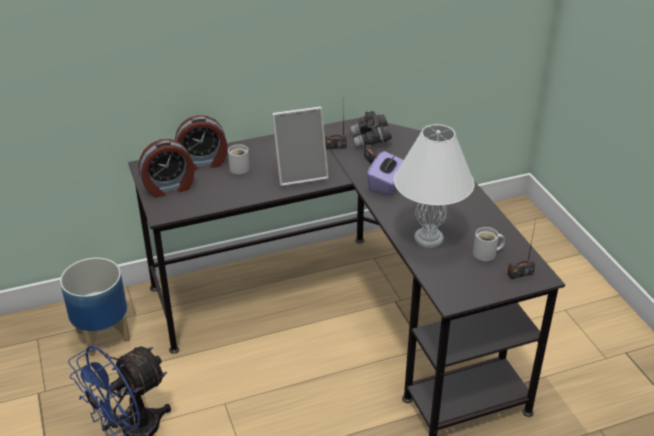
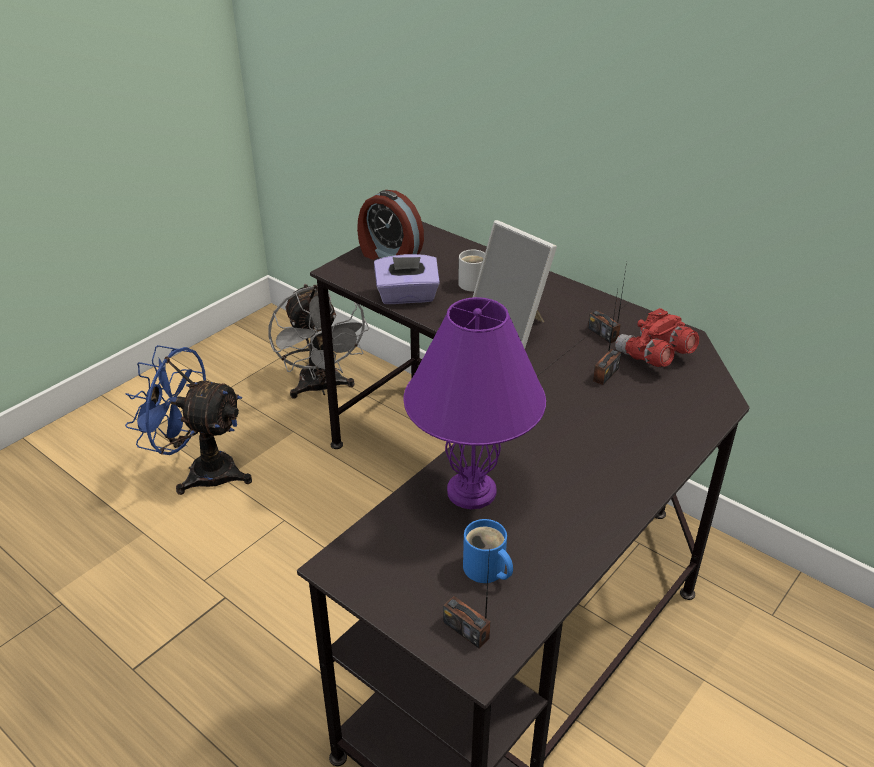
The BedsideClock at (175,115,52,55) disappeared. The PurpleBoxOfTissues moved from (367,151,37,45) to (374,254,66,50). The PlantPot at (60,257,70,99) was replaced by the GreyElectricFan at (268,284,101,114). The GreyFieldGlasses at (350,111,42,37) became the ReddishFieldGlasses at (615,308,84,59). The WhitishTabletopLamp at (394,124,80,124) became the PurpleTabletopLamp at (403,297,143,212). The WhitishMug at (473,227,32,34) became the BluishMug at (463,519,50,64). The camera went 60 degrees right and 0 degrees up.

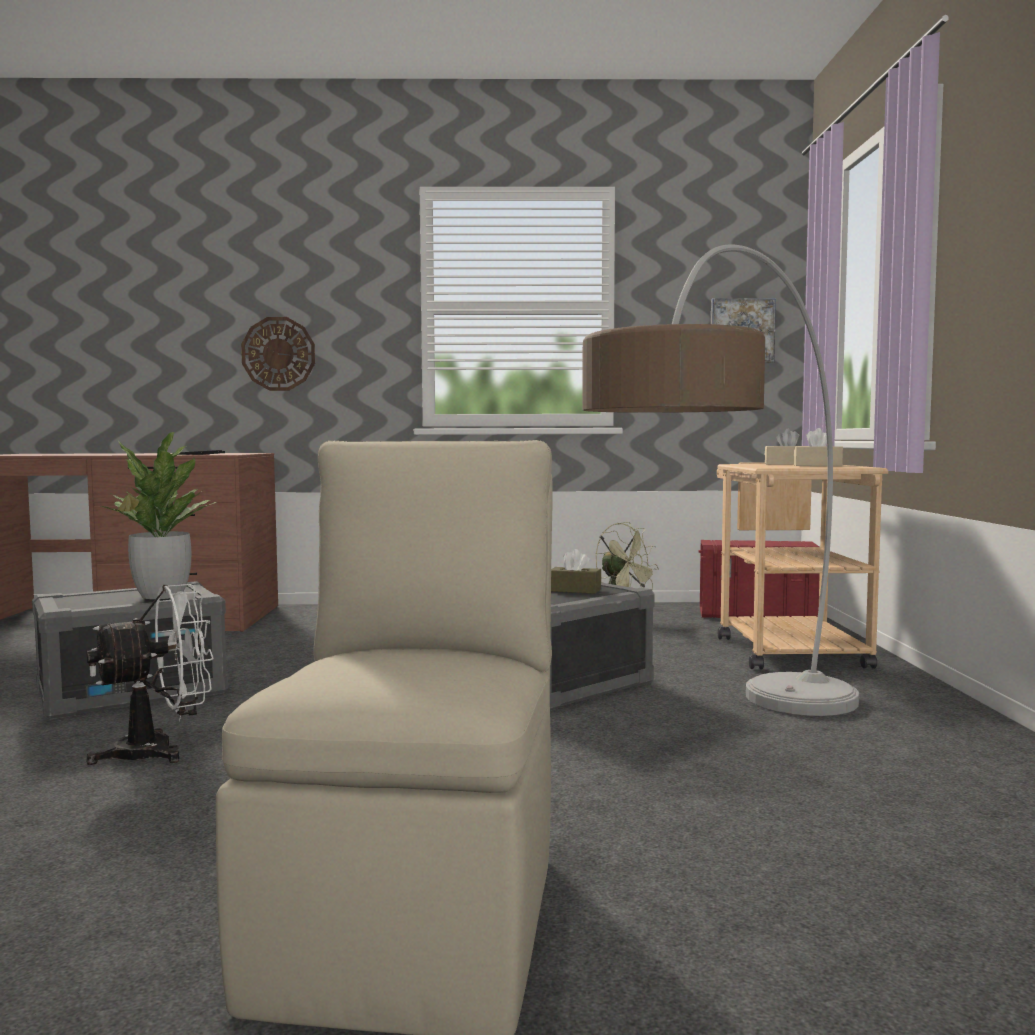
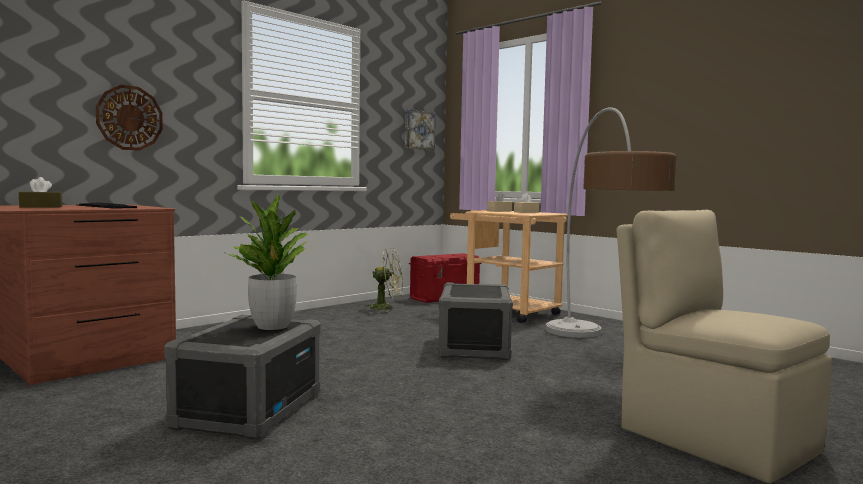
The WhitishElectricFan at (86,584,128,181) disappeared. The BrownColouredBoxOfTissues moved from (551,549,50,45) to (19,177,43,31). The camera went 45 degrees left and 0 degrees up.

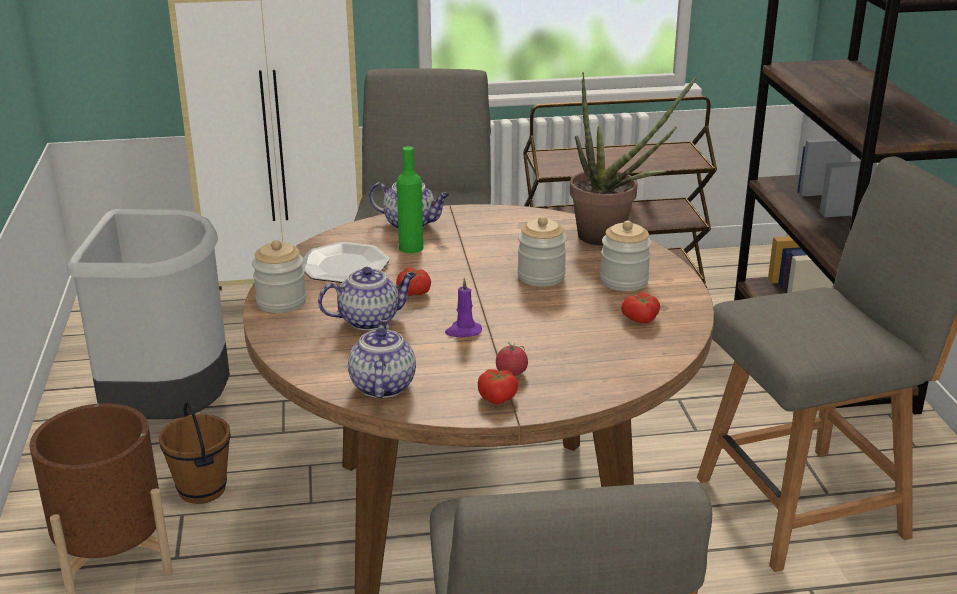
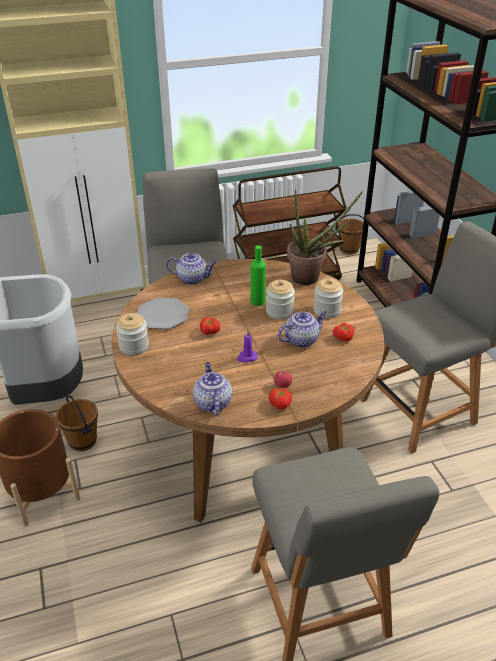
The BrownColouredWaterBucket at (335,214,29,41) appeared. The Teapot moved from (318,267,98,63) to (277,311,50,37). The GreenColouredDrinkBottle moved from (397,146,26,107) to (251,245,15,61). The camera went 10 degrees left and 10 degrees up.

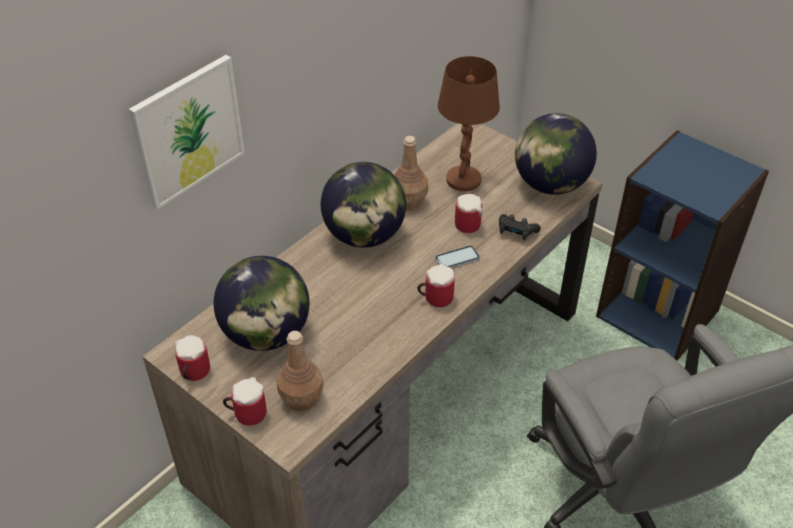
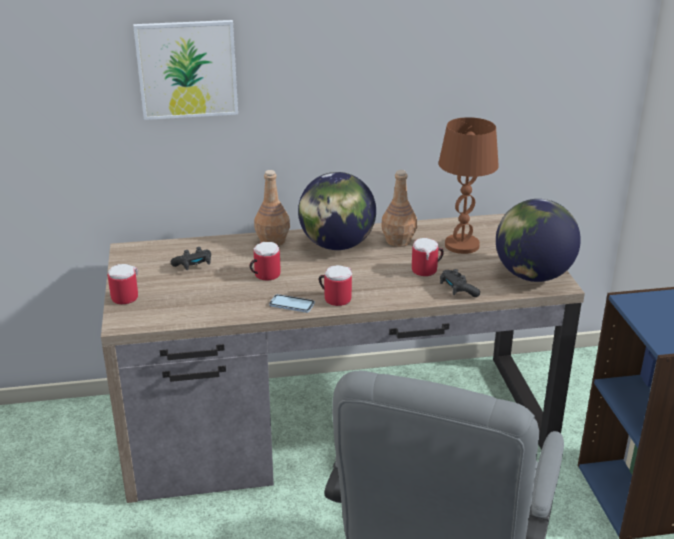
The Mug moved from (175,335,35,46) to (249,242,31,38). The BrownColouredDrinkBottle moved from (277,331,47,80) to (254,170,36,76). The Telephone moved from (435,245,45,23) to (269,294,46,19). The WorldGlobe at (214,256,96,95) was replaced by the BlackJoypad at (171,247,40,23). The camera went 40 degrees right and 15 degrees down.

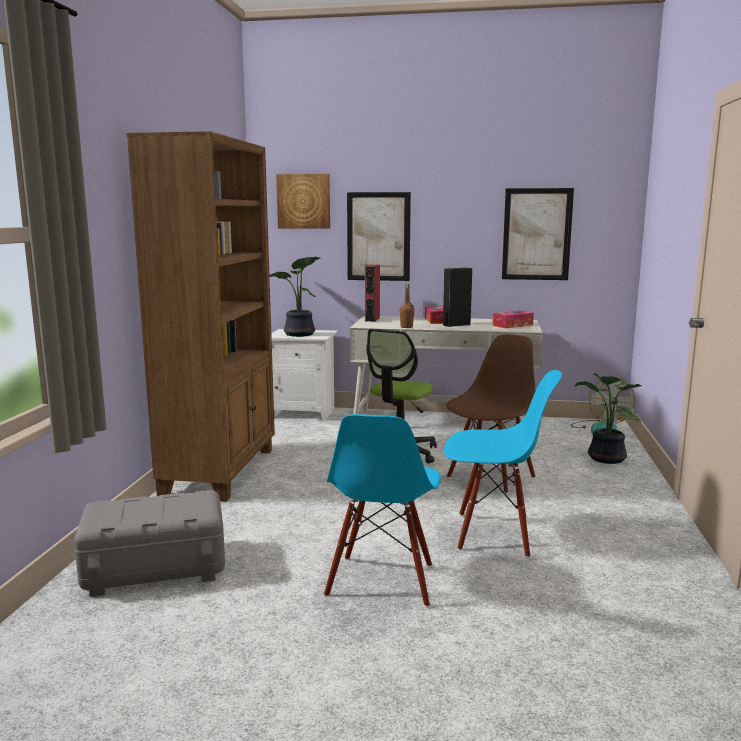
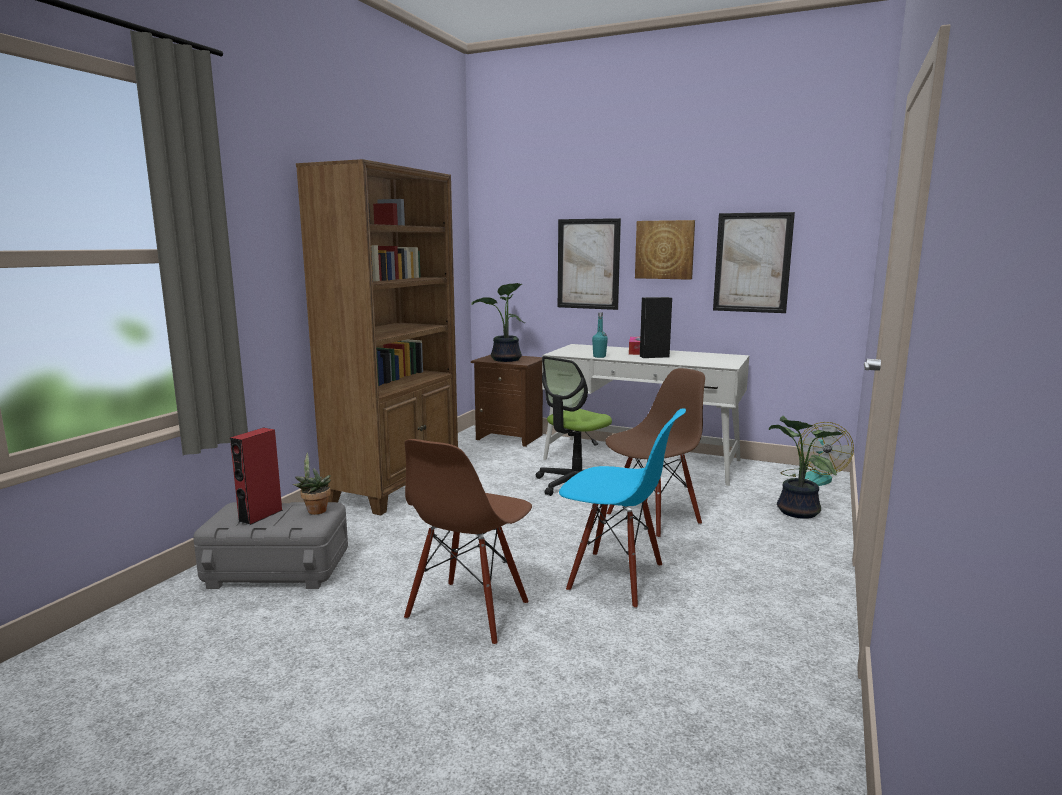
The BoxOfTissues at (492,311,42,17) disappeared. The PottedPlant at (293,452,38,63) appeared. The WallArt moved from (276,174,54,55) to (635,220,60,60). The ReddishSpeaker moved from (365,265,15,57) to (230,428,53,97). The WhitishNightstand at (271,329,67,92) became the BrownColouredNightstand at (471,355,72,92). The BluishChair at (324,414,117,194) became the BrownColouredChair at (404,439,128,206). The BrownColouredDrinkBottle at (400,284,14,44) became the BlueGreenDrinkBottle at (592,312,16,46). The camera went 15 degrees right and 0 degrees up.

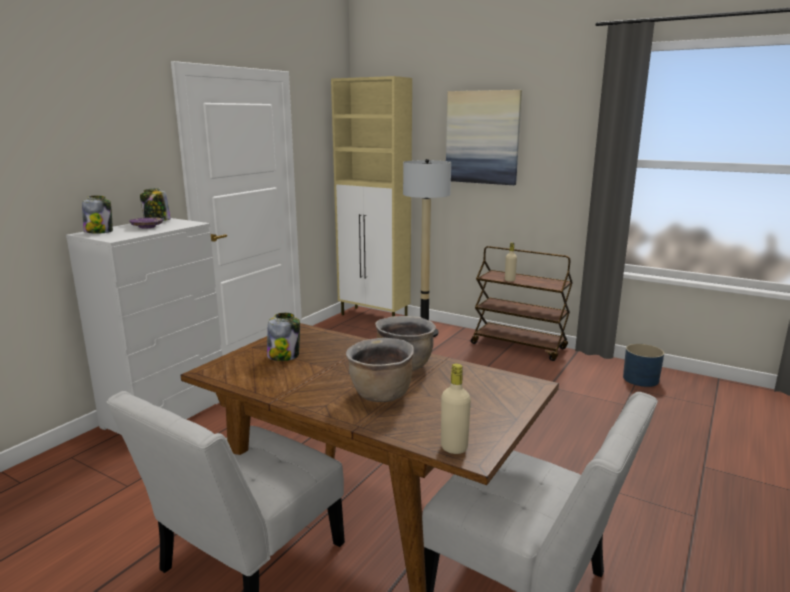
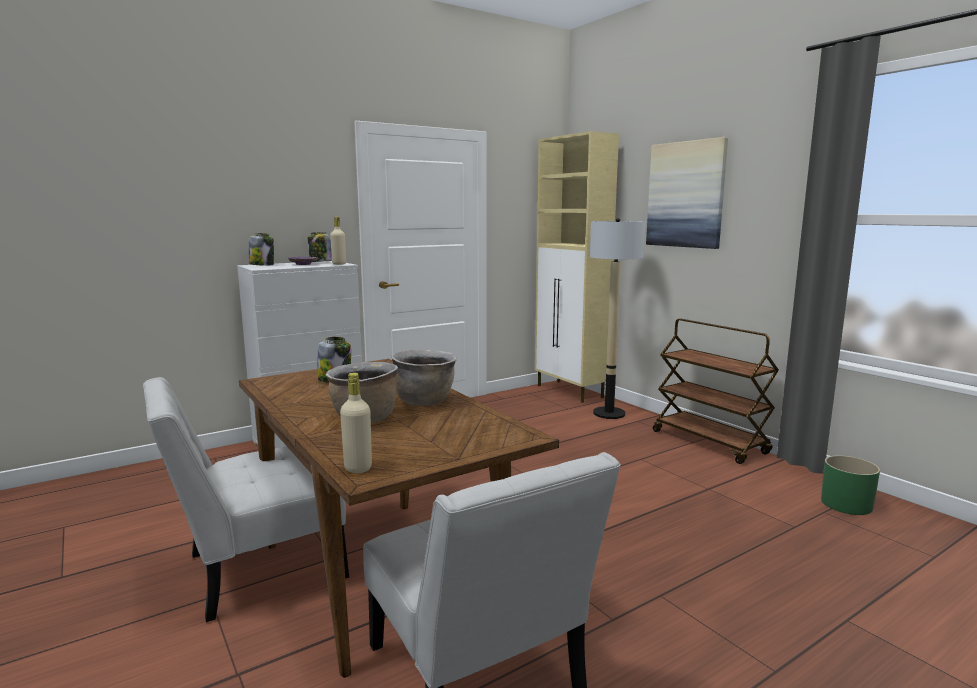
The SandColouredDrinkBottle moved from (505,243,12,39) to (330,217,16,48). The BluishPlantPot at (623,344,41,43) became the GreenColouredPlantPot at (821,455,59,60). The camera went 25 degrees right and 5 degrees down.

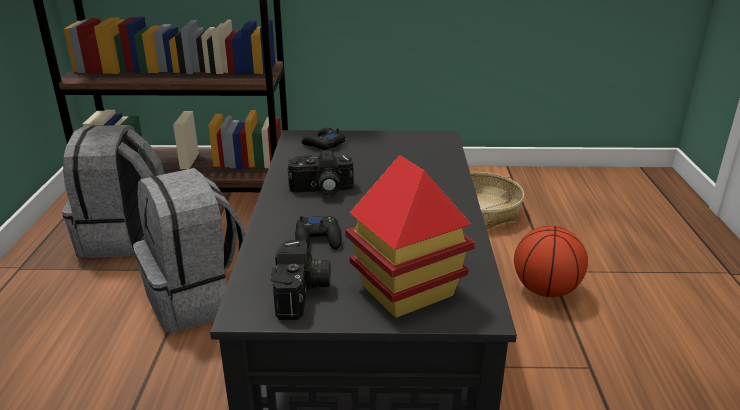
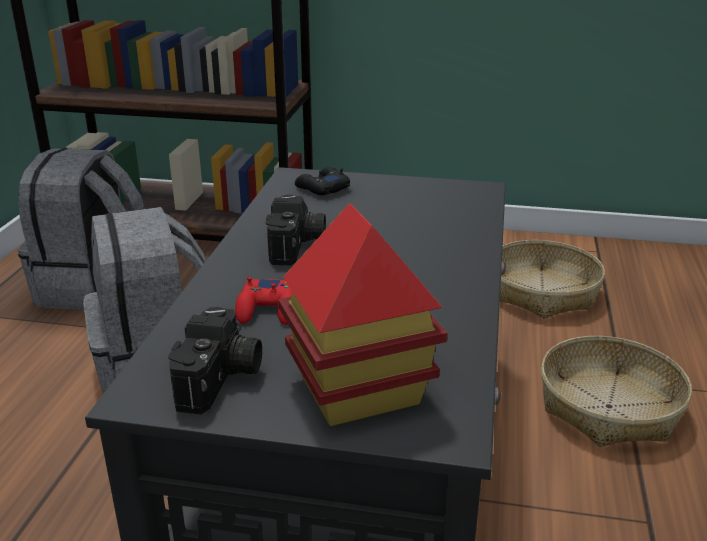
The BallForBasketball at (514,226,74,71) was replaced by the StorageBasket at (541,336,151,111). The BlackJoypad at (295,216,47,33) became the ReddishJoypad at (235,277,58,48). The StillCamera at (288,151,66,44) turned 90 degrees counterclockwise. The camera went 10 degrees right and 0 degrees up.

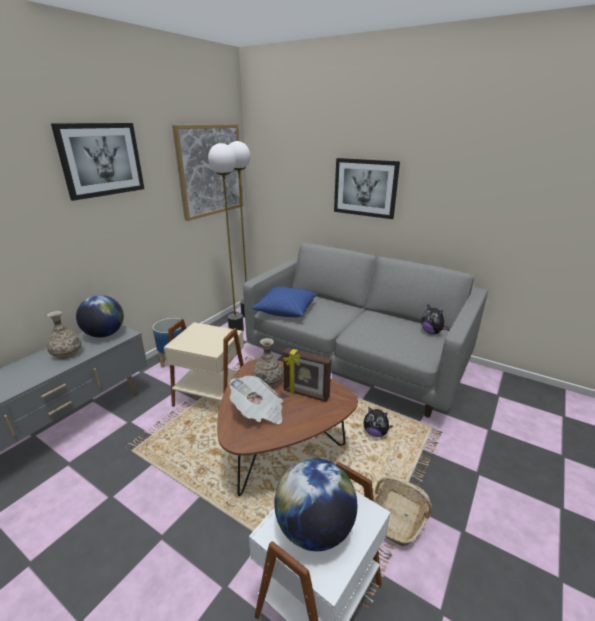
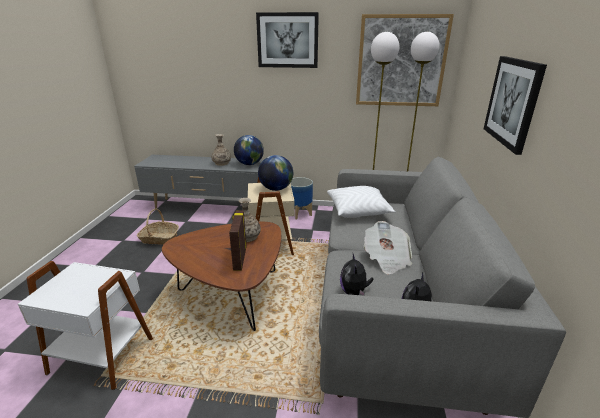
The PrintedPaper moved from (229,376,54,48) to (363,221,49,53). The WorldGlobe moved from (274,458,83,93) to (258,155,35,36). The CuddlyToy moved from (364,407,29,30) to (340,254,34,42). The StorageBasket moved from (373,476,59,70) to (137,209,42,36). The BluishCushion at (251,287,67,30) became the WhitishCushion at (327,186,69,32). The camera went 65 degrees right and 0 degrees up.

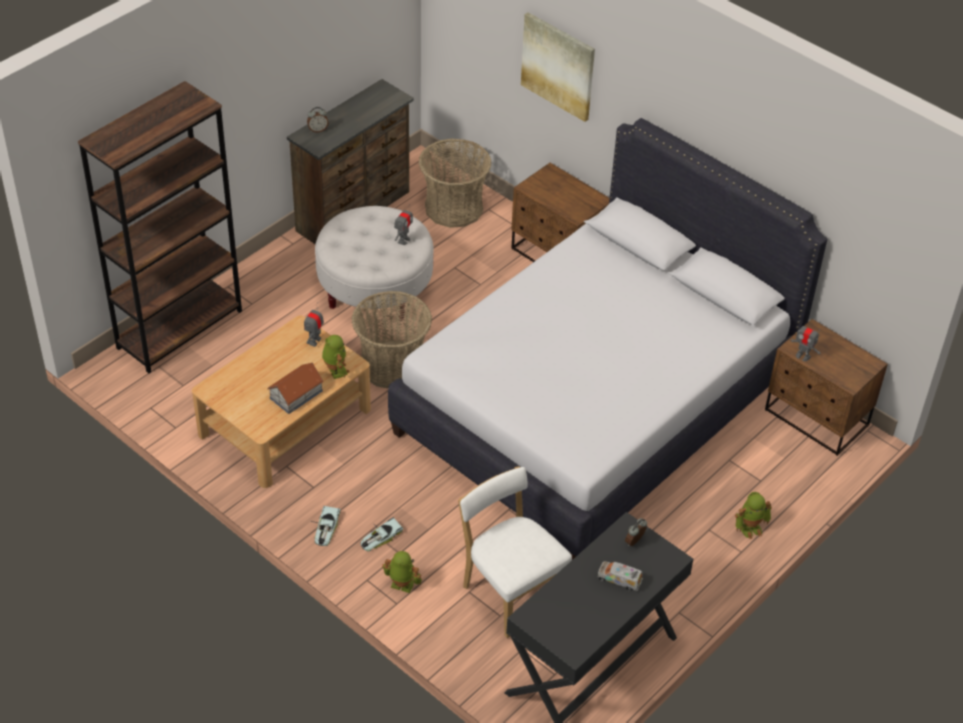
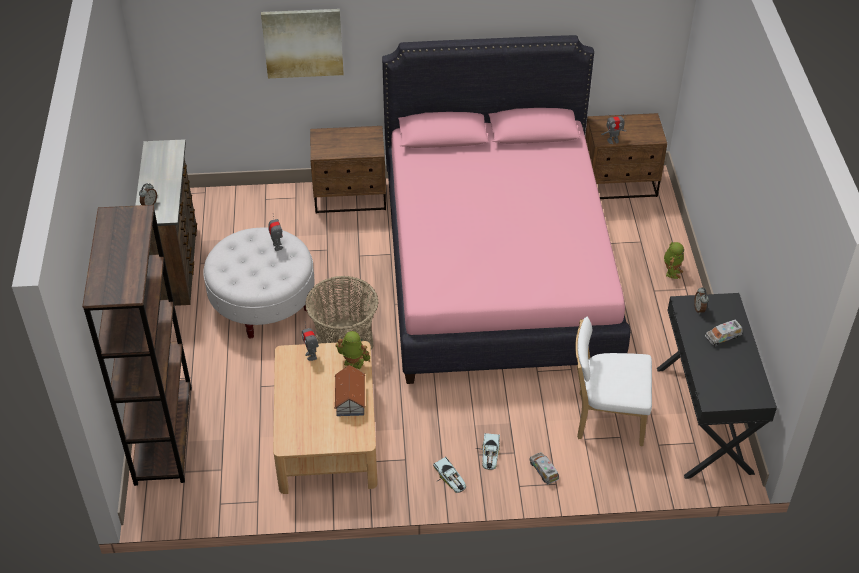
The StorageBasket at (419,138,73,90) disappeared. The ModelRobot at (382,551,40,42) was replaced by the ToyLorry at (530,452,29,33). The WhitishSleepingBed at (388,118,440,442) became the PinkSleepingBed at (382,35,249,349). The camera went 45 degrees left and 0 degrees up.

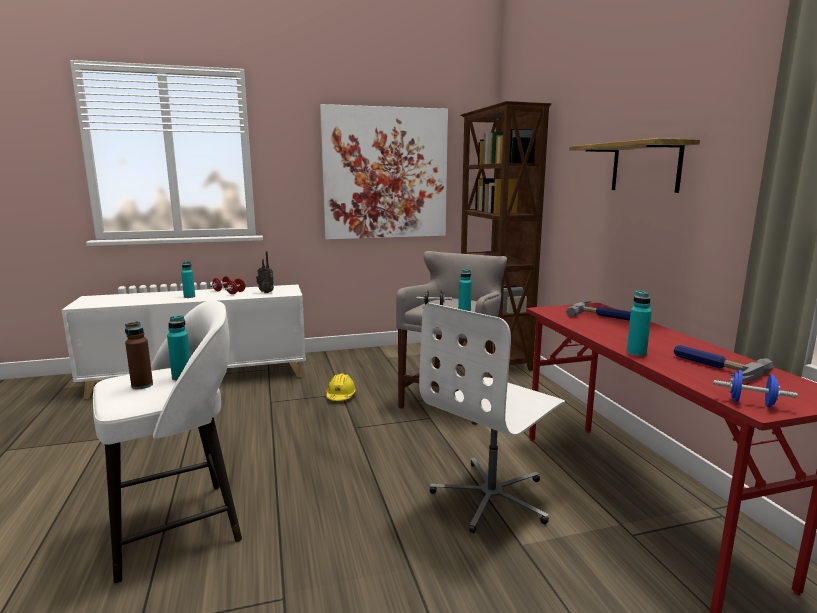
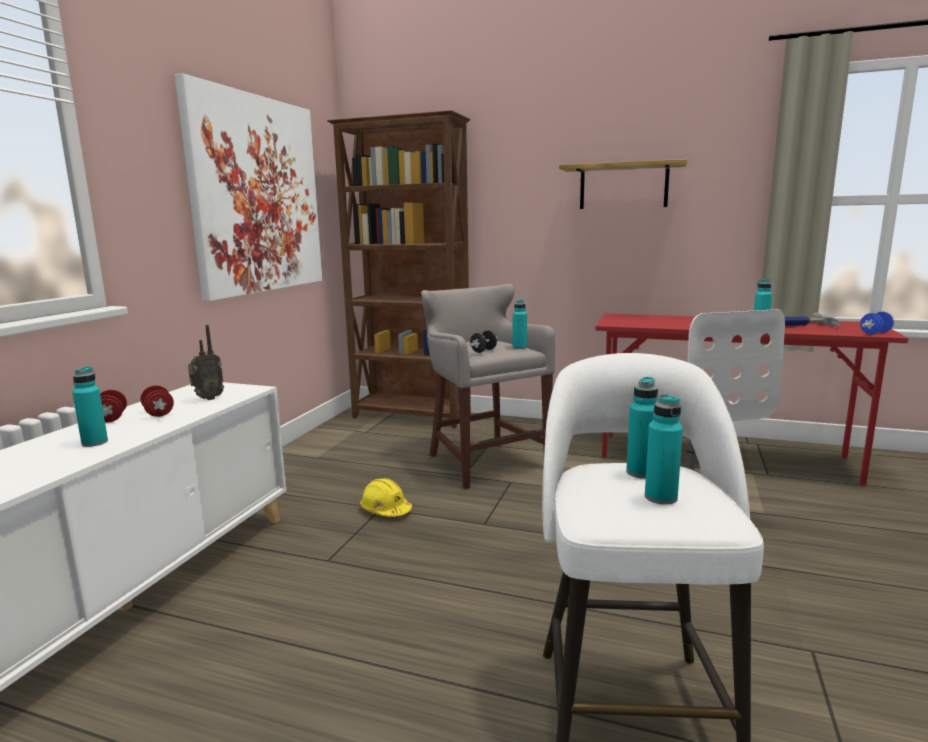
The HandHammer at (566,301,65,20) disappeared. The BrownColouredDrinkBottle at (125,322,28,67) became the BlueGreenDrinkBottle at (645,394,38,111). The camera went 55 degrees left and 0 degrees up.

